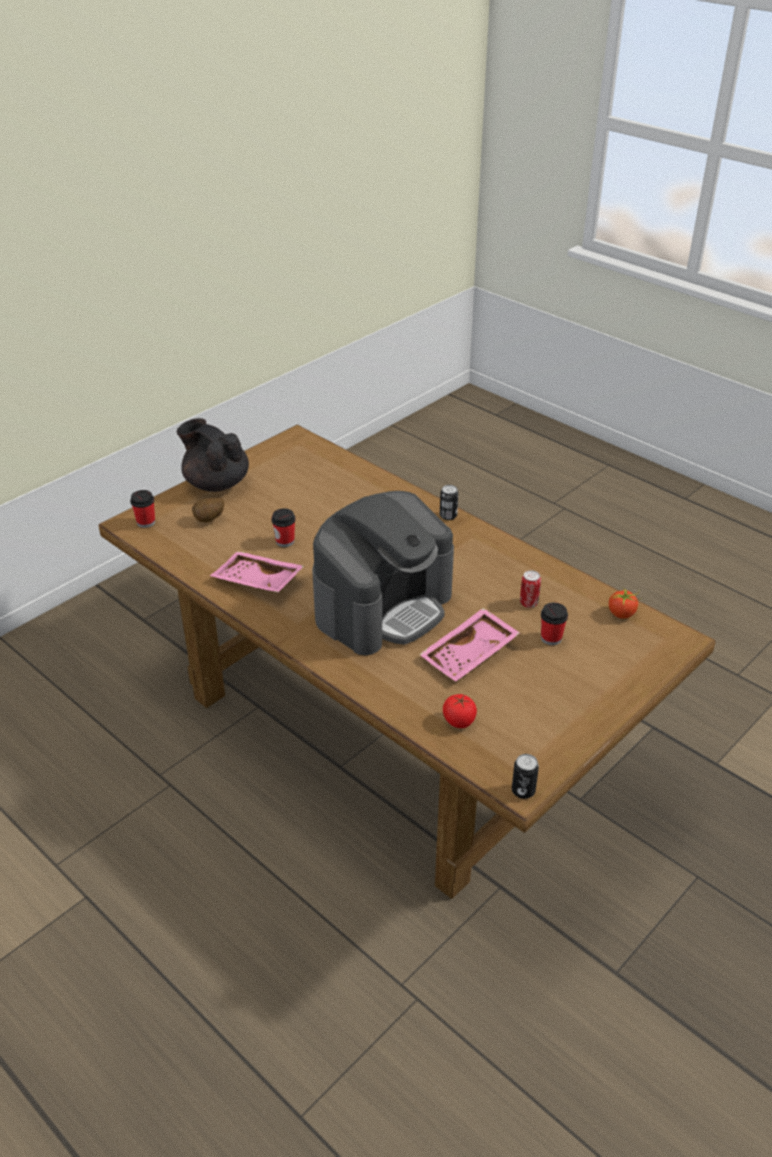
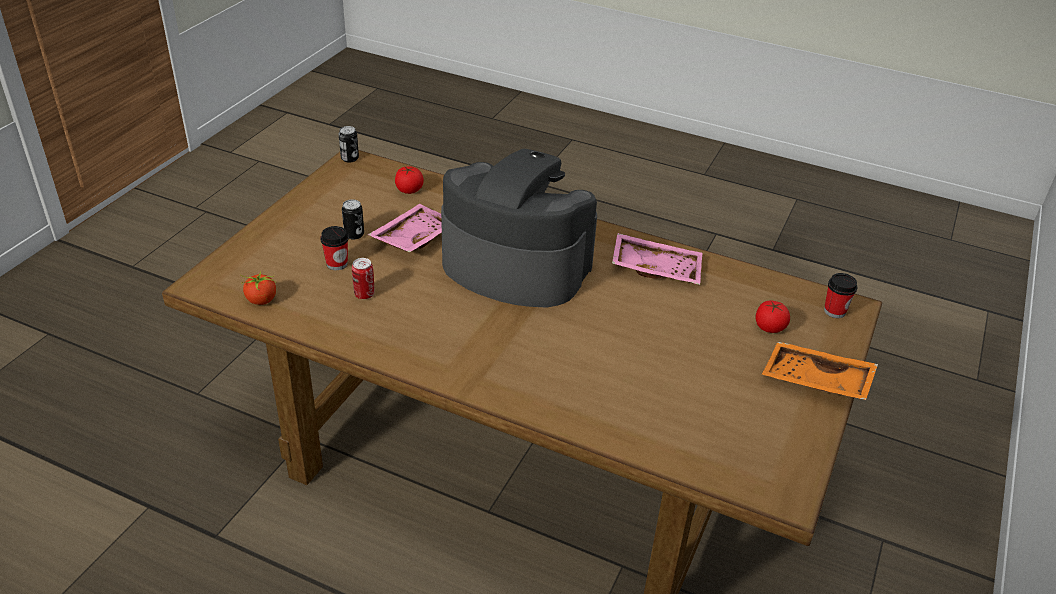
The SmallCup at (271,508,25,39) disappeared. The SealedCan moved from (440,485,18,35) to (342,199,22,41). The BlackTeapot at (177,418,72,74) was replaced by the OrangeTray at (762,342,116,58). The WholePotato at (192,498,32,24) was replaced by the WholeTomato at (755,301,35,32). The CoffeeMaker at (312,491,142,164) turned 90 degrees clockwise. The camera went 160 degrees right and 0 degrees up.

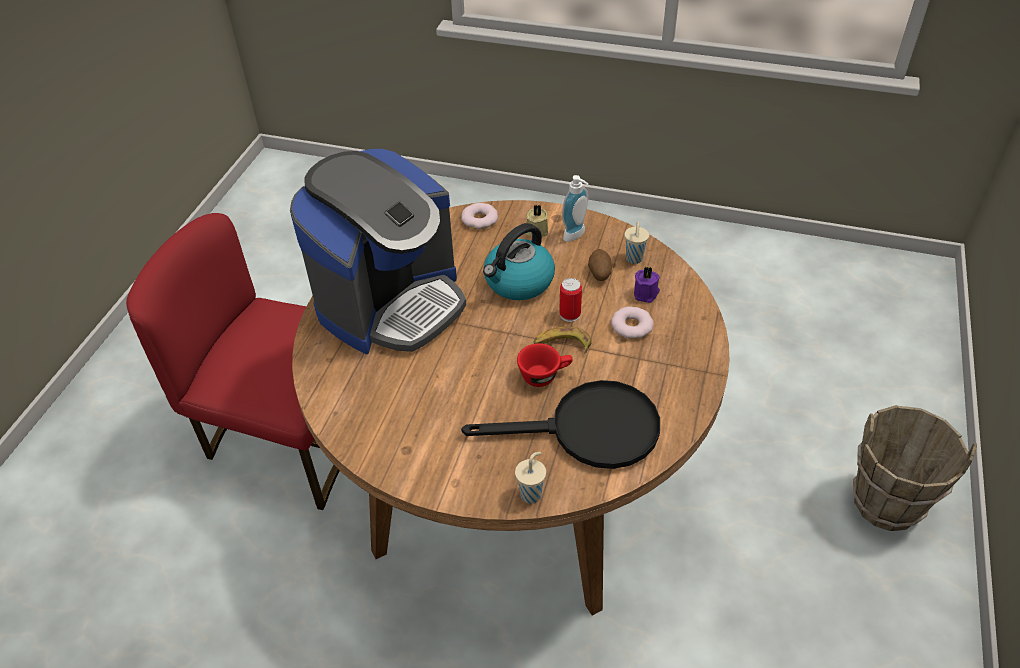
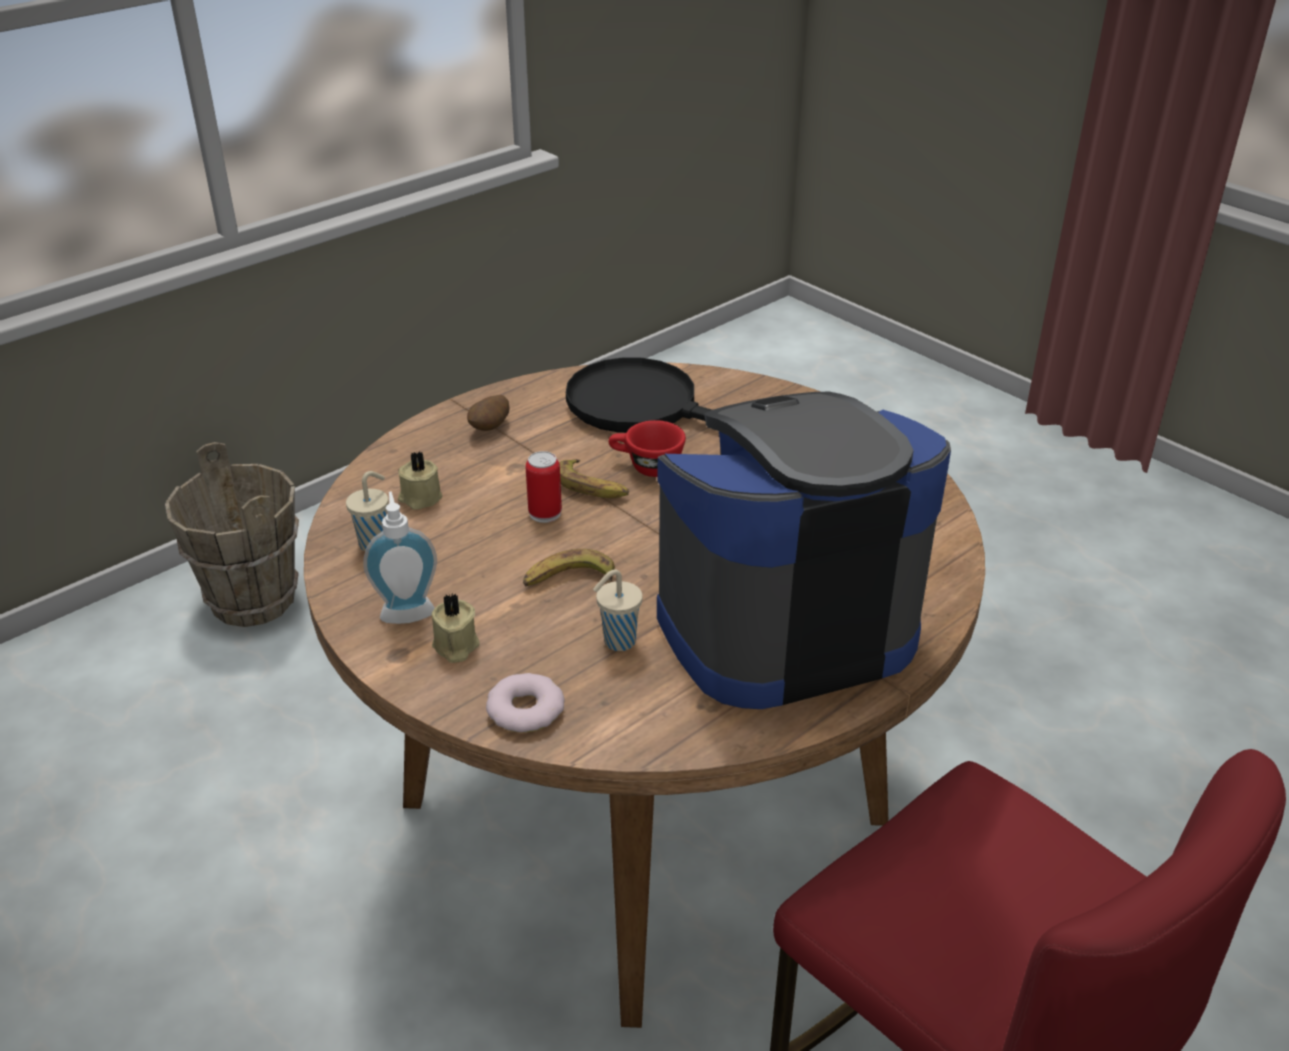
The RingDoughnut at (611,306,43,33) disappeared. The SandColouredSmallCup moved from (515,452,31,52) to (593,569,50,82). The WholePotato moved from (588,249,24,32) to (467,395,43,36). The TeaKettle at (483,223,72,77) was replaced by the BananaFruit at (523,549,92,37). The PurpleWaxLight at (634,267,26,36) became the SandColouredWaxLight at (398,451,45,59). The camera went 150 degrees left and 10 degrees down.

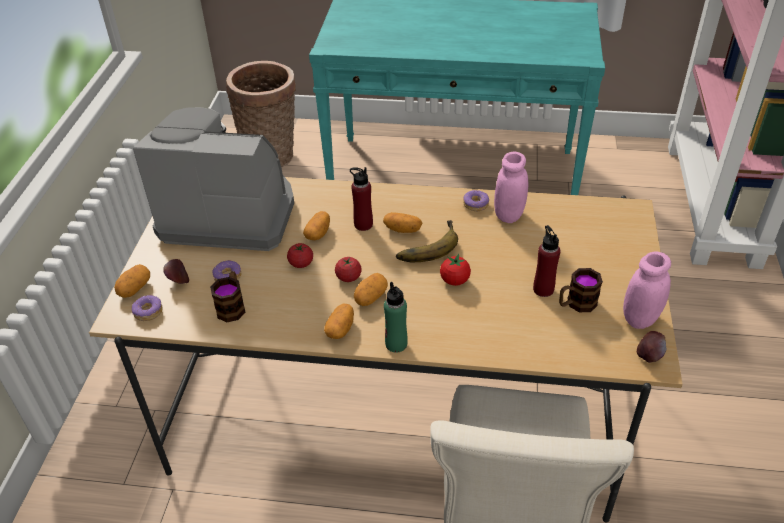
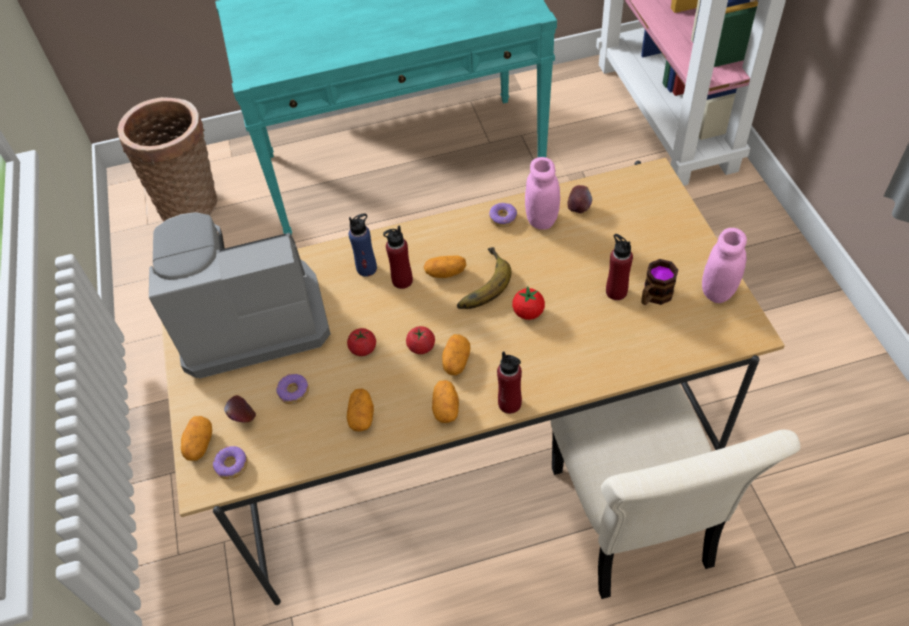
The Mug at (210,271,35,51) disappeared. The BluishDrinkBottle at (349,214,28,63) appeared. The WholePotato moved from (303,211,27,29) to (347,388,27,44). The WholeApple moved from (637,331,29,32) to (567,185,25,28). The GreenColouredDrinkBottle at (384,282,24,71) became the ReddishDrinkBottle at (497,351,25,63). The camera went 20 degrees left and 10 degrees up.

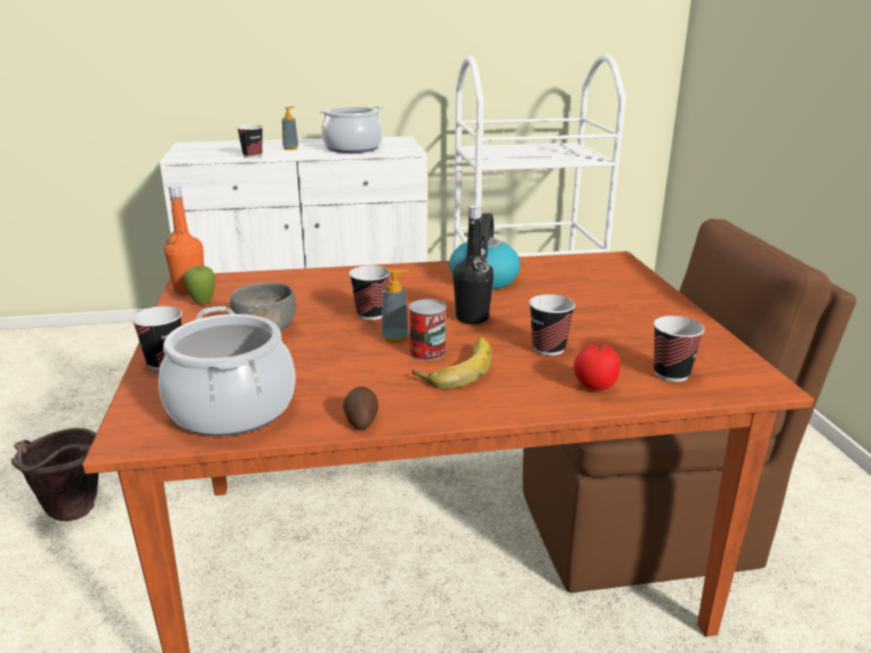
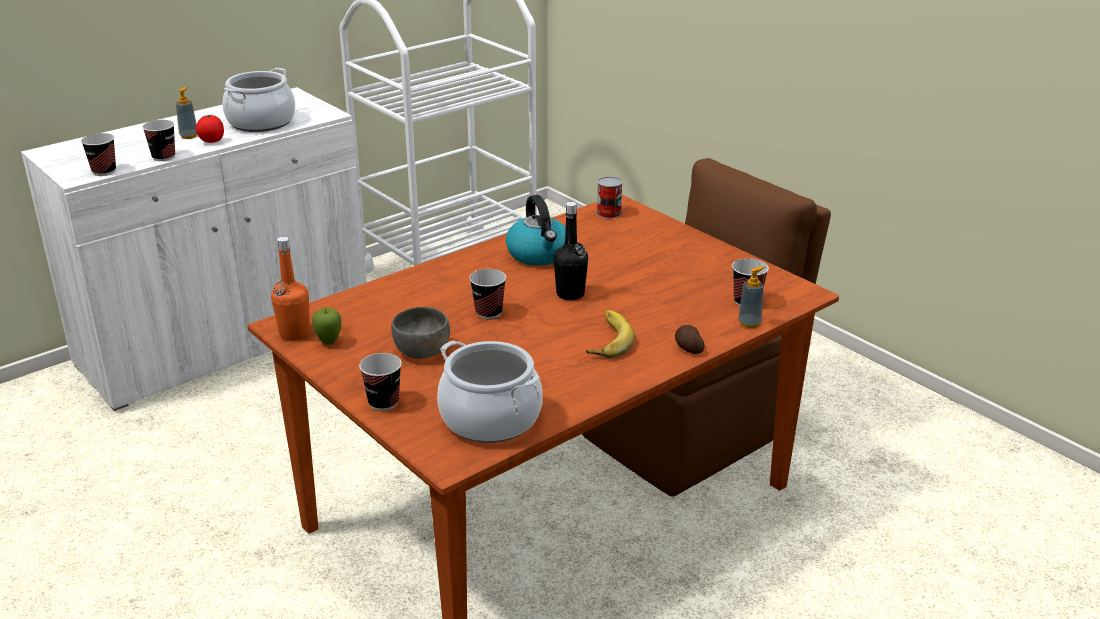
The BrownColouredWaterBucket at (11,428,88,93) disappeared. The WholePotato moved from (343,387,35,43) to (675,325,30,29). The SoapDispenser moved from (381,269,28,74) to (738,266,27,62). The SealedCan moved from (409,299,37,62) to (597,176,26,42). The SmallCup moved from (529,294,46,62) to (81,133,35,43). The WholeTomato moved from (574,343,46,47) to (196,114,28,29). The camera went 30 degrees left and 5 degrees up.

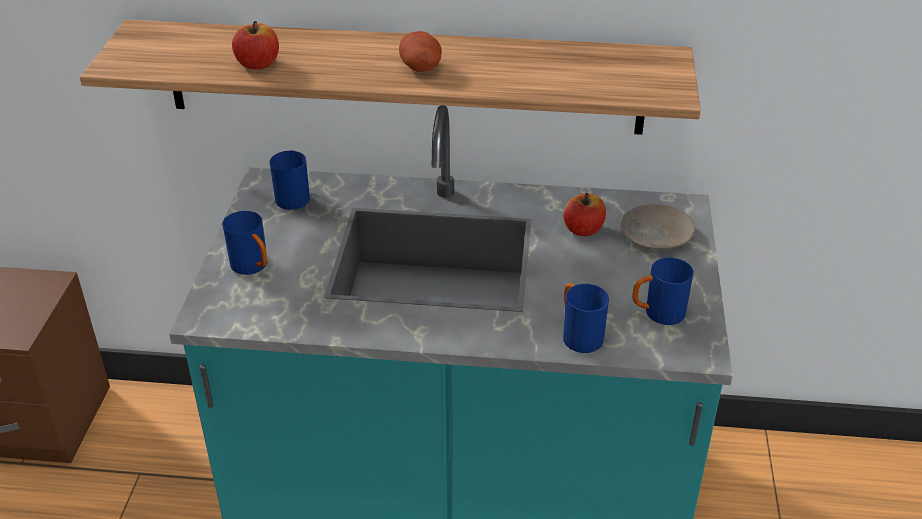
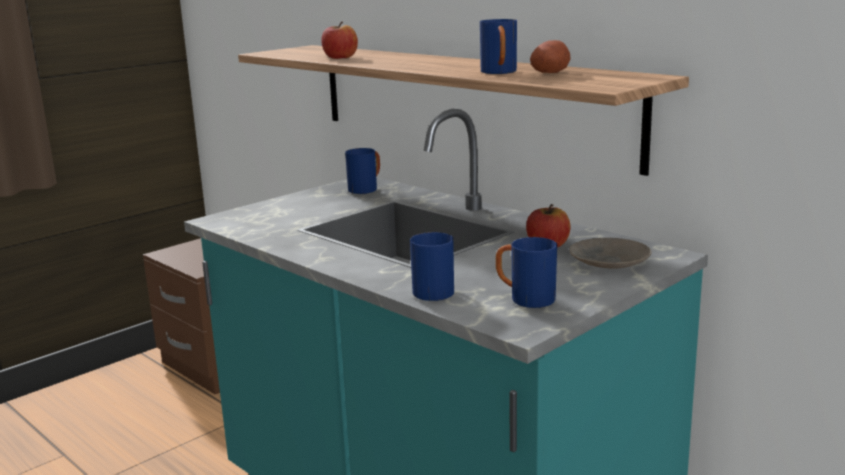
The BluishMug moved from (223,211,44,64) to (480,19,37,55). The WholePotato moved from (399,31,43,41) to (530,40,41,33). The camera went 40 degrees right and 20 degrees down.

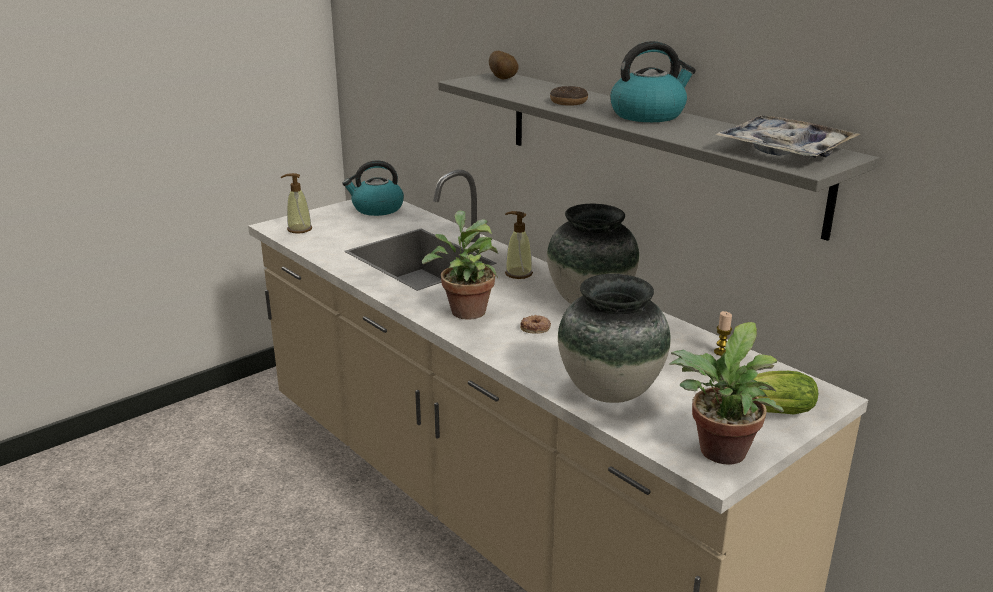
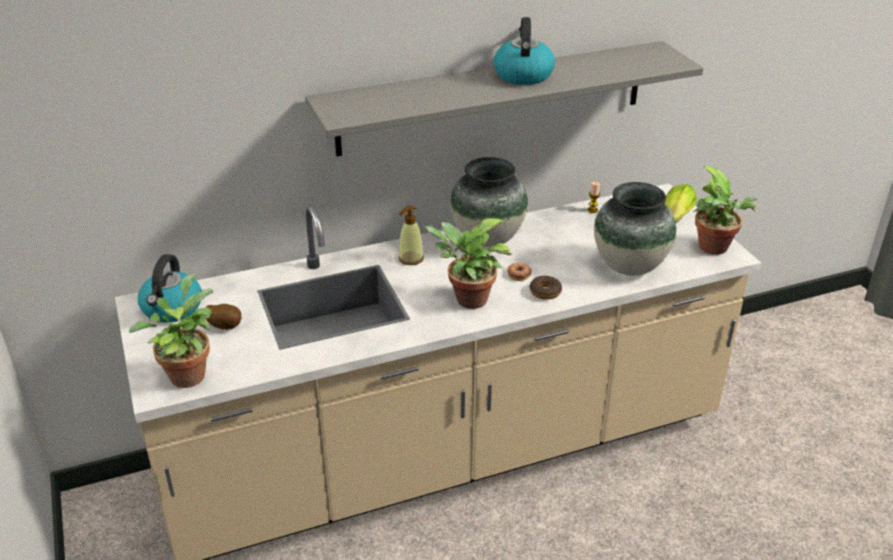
The Tray at (715,115,145,43) disappeared. The WholePotato moved from (489,51,29,29) to (206,304,36,26). The RingDoughnut moved from (550,86,38,20) to (530,276,32,24). The SoapDispenser at (281,173,31,60) was replaced by the PottedPlant at (129,274,84,114). The camera went 70 degrees left and 10 degrees up.

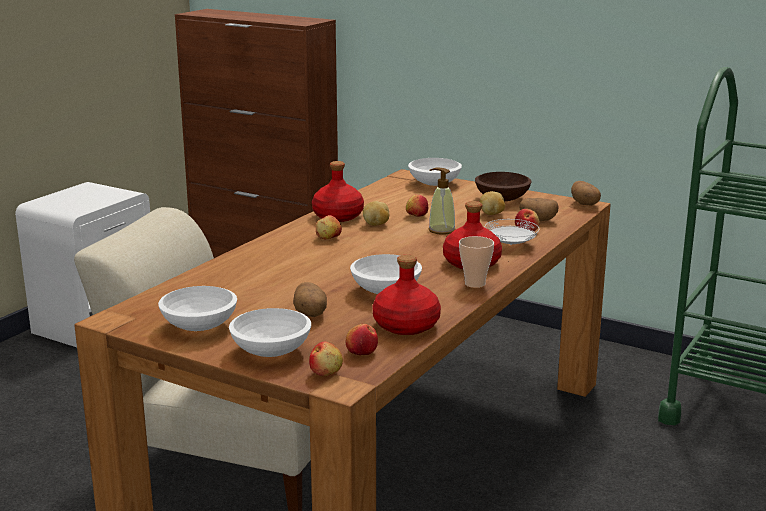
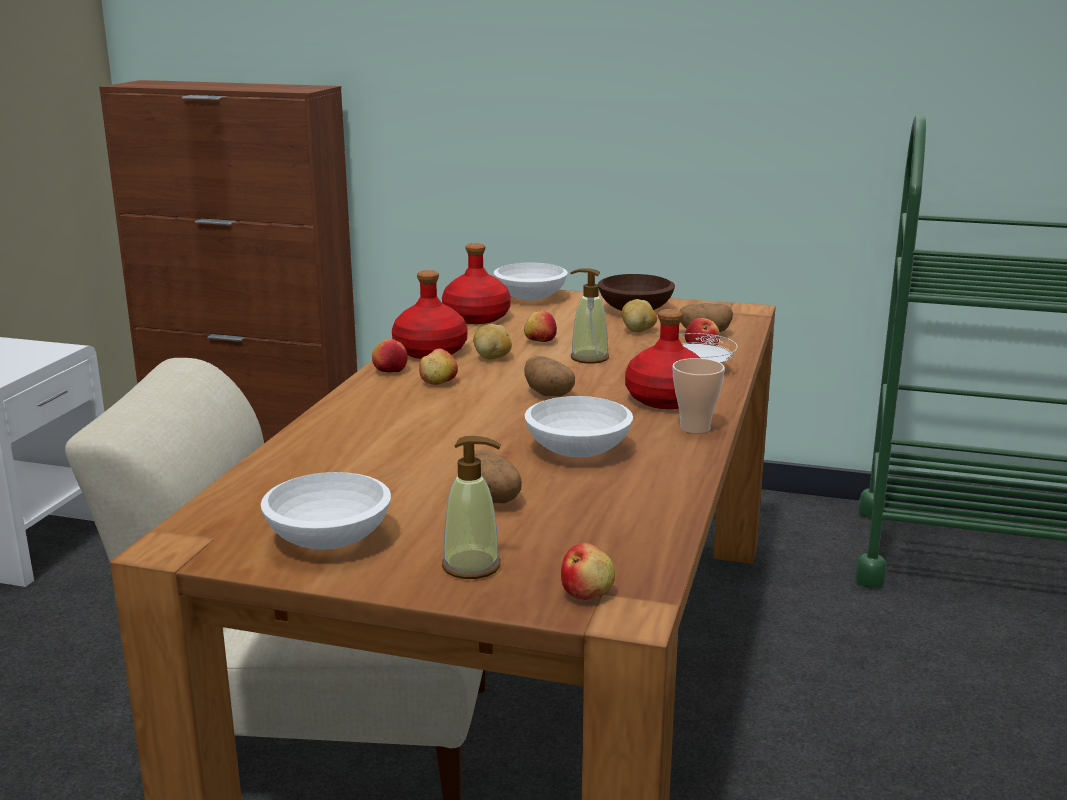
The WholeApple moved from (346,324,32,31) to (372,339,36,34). The ReddishDrinkBottle moved from (372,254,69,81) to (442,243,69,81). The WholePotato moved from (571,181,30,25) to (524,356,51,41). The WhitishServingBowl at (229,308,82,49) was replaced by the SoapDispenser at (442,436,59,143). The camera went 15 degrees left and 0 degrees up.

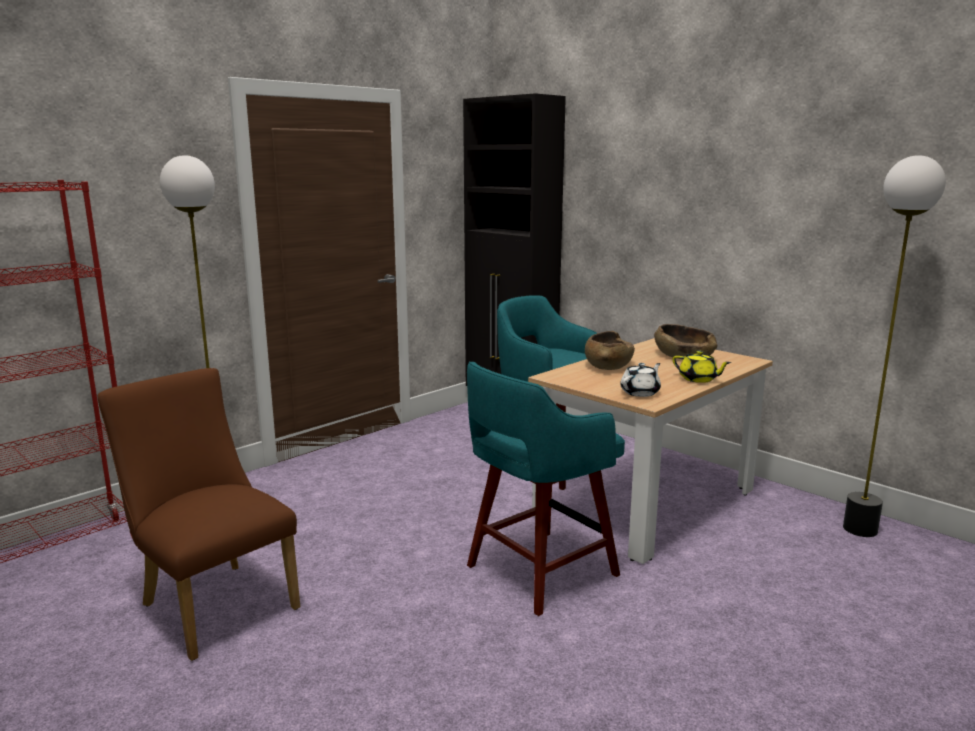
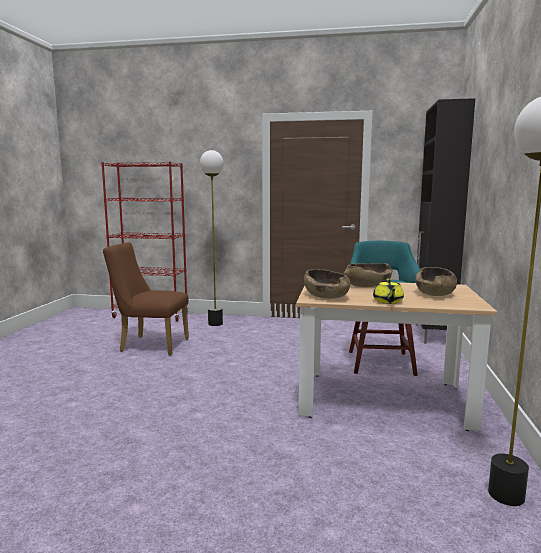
The BlueGreenStool at (467,361,158,255) disappeared. The WhitishTeapot at (620,363,41,34) was replaced by the BrownColouredServingBowl at (304,269,46,30). The BrownColouredChair at (97,368,203,293) turned 90 degrees counterclockwise. The camera went 55 degrees right and 5 degrees down.

